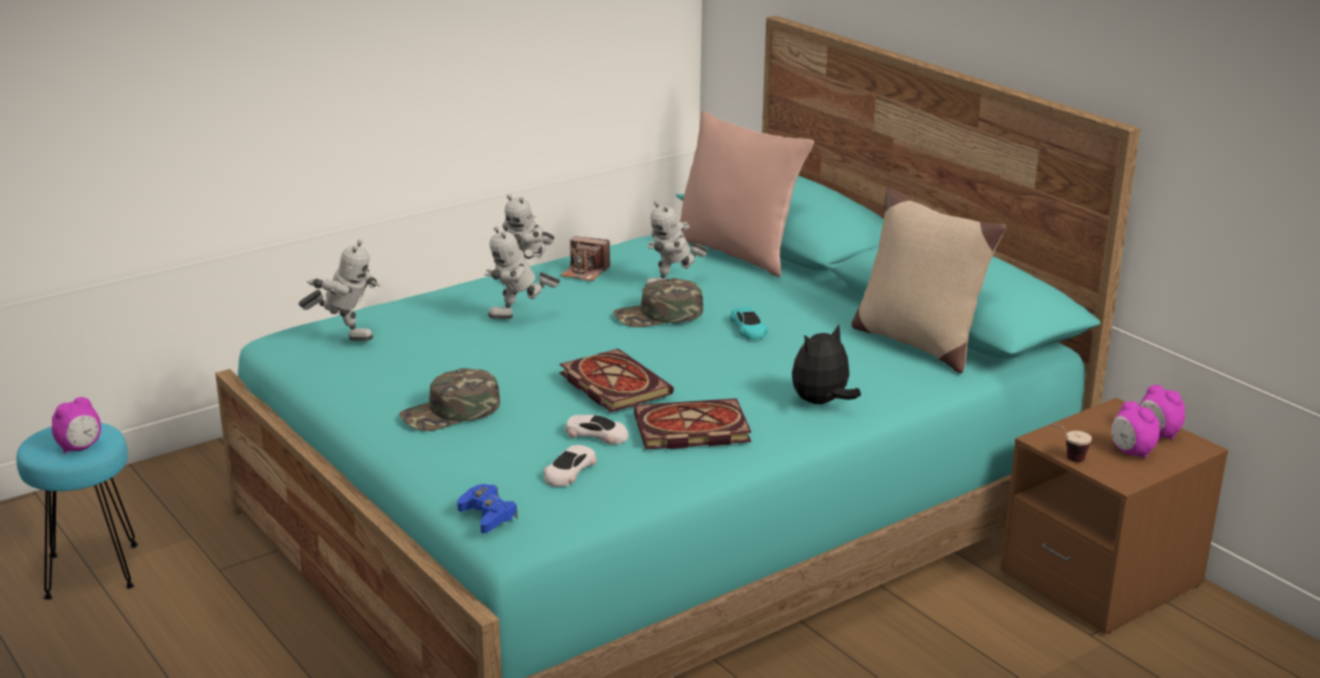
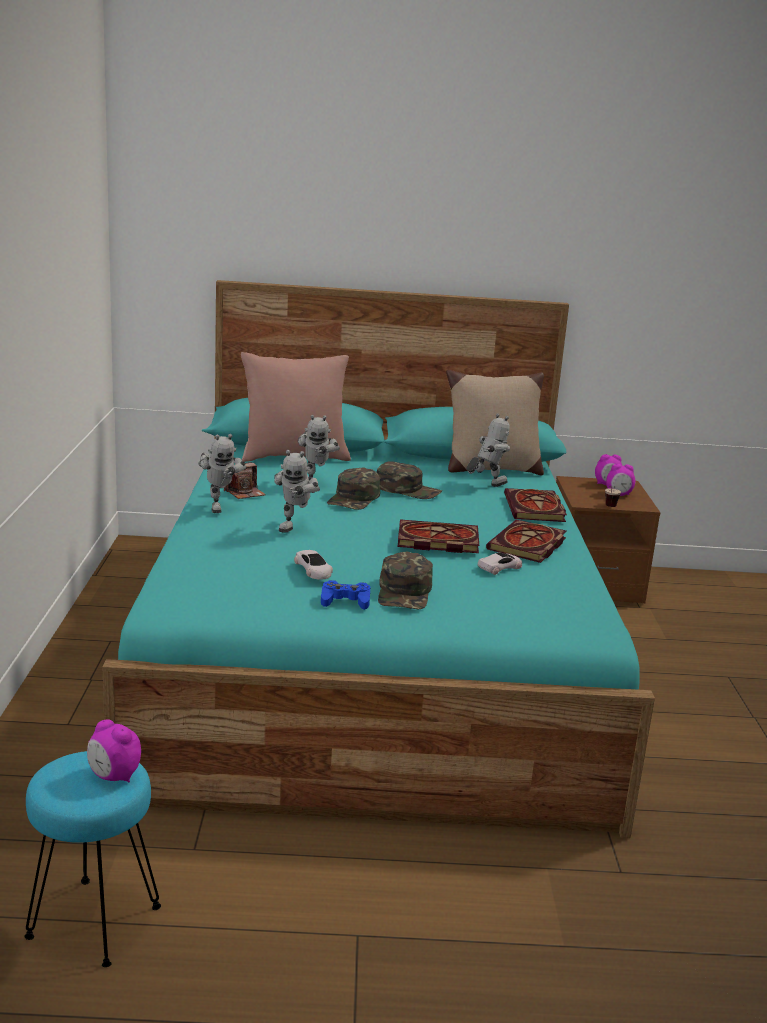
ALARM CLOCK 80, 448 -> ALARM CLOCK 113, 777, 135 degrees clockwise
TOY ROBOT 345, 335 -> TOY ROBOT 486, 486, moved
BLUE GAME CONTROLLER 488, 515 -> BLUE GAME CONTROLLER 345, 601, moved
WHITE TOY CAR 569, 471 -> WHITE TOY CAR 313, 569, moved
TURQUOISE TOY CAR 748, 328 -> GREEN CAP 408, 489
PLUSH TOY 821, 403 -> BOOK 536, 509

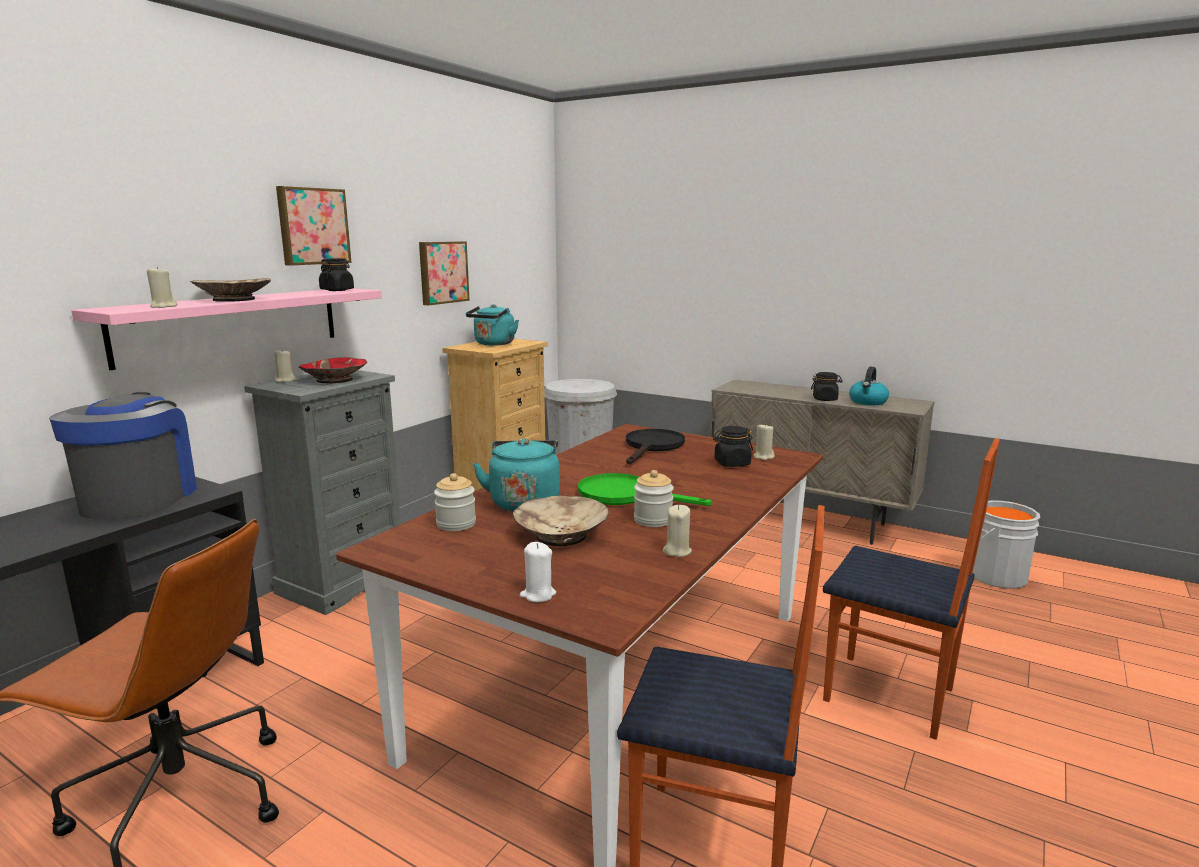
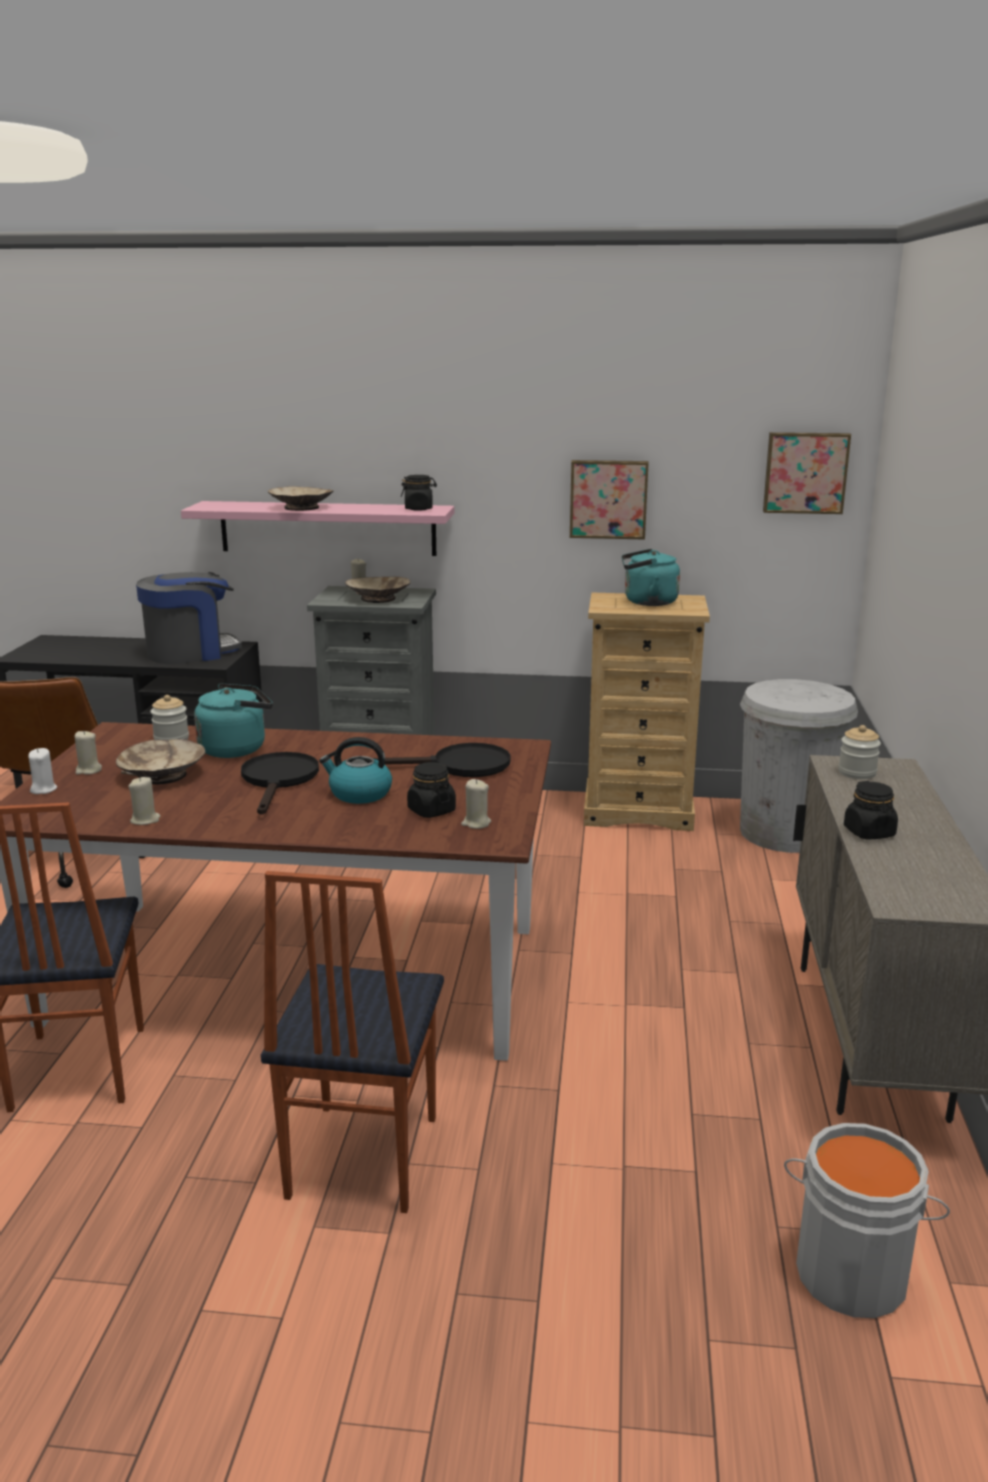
BEIGE CANDLE 163, 306 -> BEIGE CANDLE 88, 770, moved
PICTURE 312, 226 -> PICTURE 805, 472, moved
RED BOWL 335, 379 -> BEIGE BOWL 378, 598
GREEN FRYING PAN 625, 496 -> BLACK FRYING PAN 279, 780
JAR 653, 520 -> JAR 857, 772, moved
KETTLE 868, 402 -> KETTLE 359, 794, moved

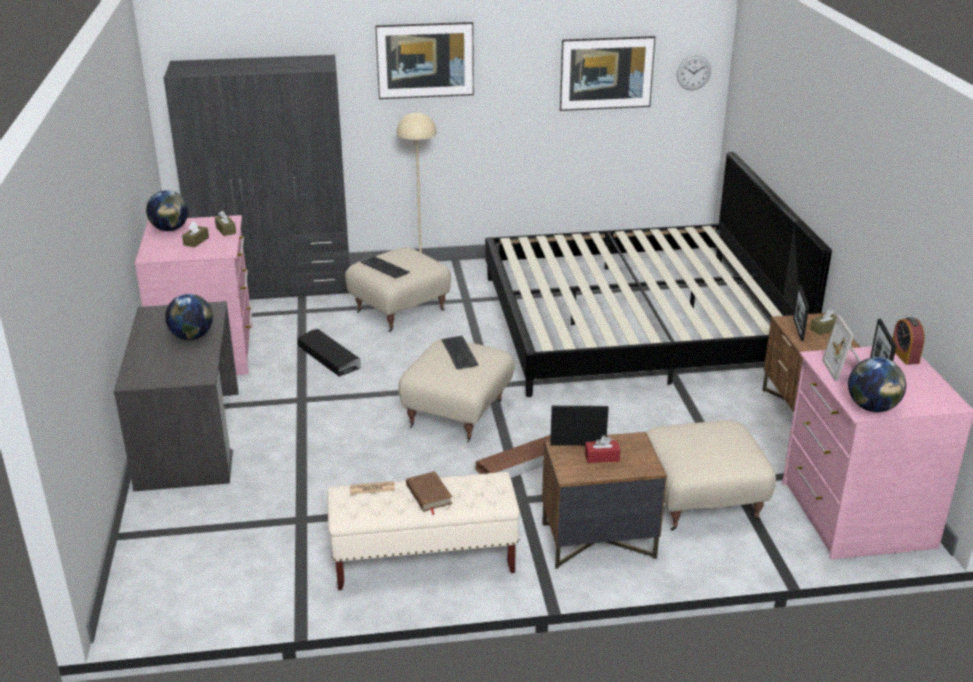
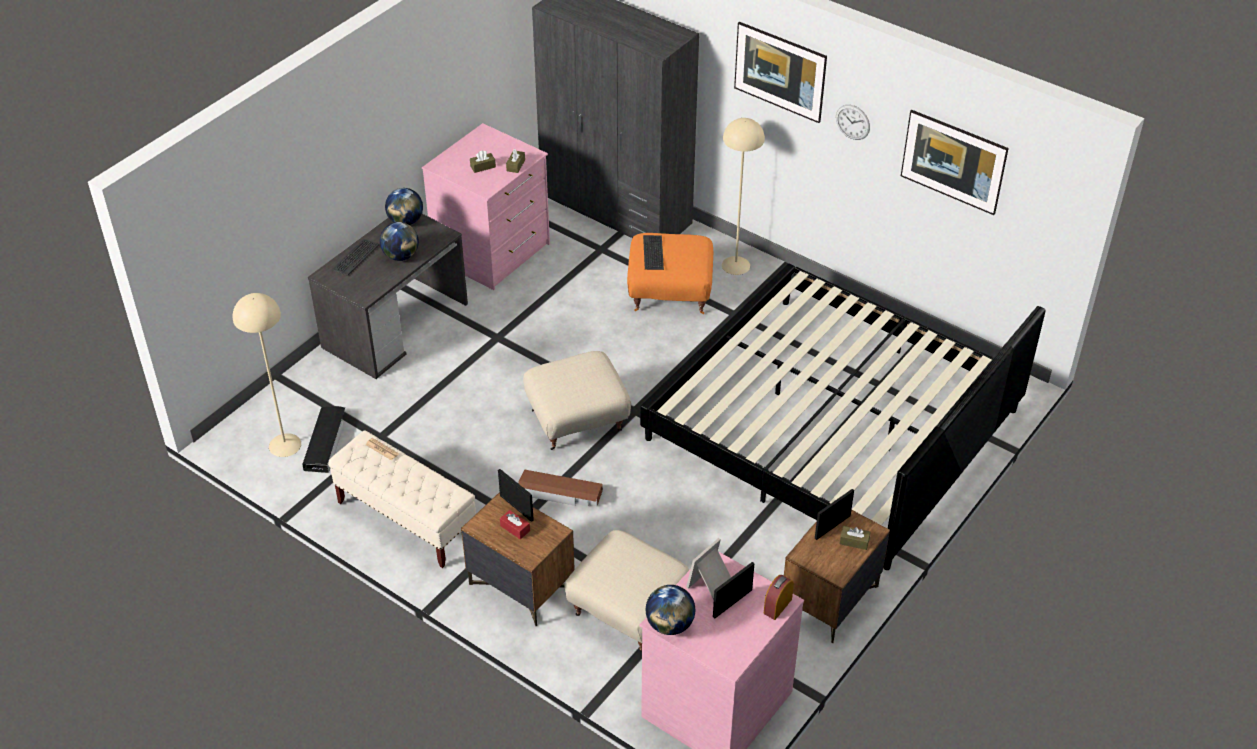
GLOBE 170, 229 -> GLOBE 405, 221, moved
BLACK STORAGE BOX 328, 357 -> BLACK STORAGE BOX 326, 442, moved
BEIGE OTTOMAN 400, 311 -> ORANGE OTTOMAN 670, 294
BROWN BOOK 428, 495 -> none
KEYBOARD 459, 353 -> KEYBOARD 355, 257, moved
WALL CLOCK 693, 73 -> WALL CLOCK 852, 122, moved
none -> BEIGE FLOOR LAMP 284, 445

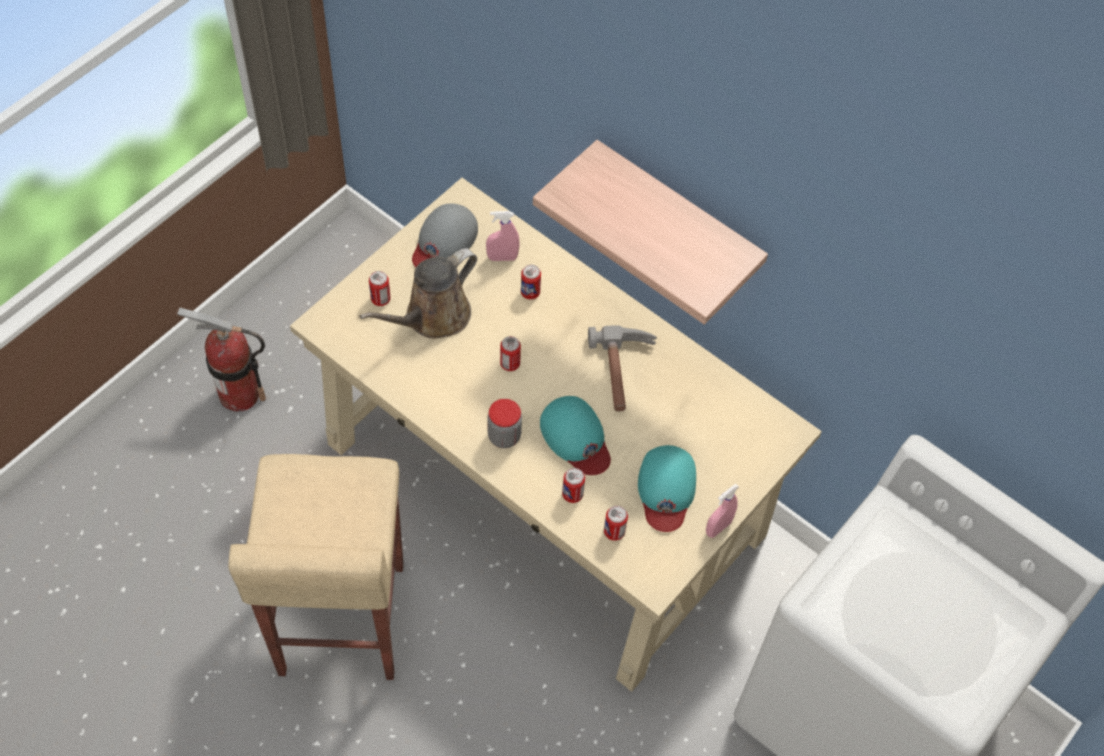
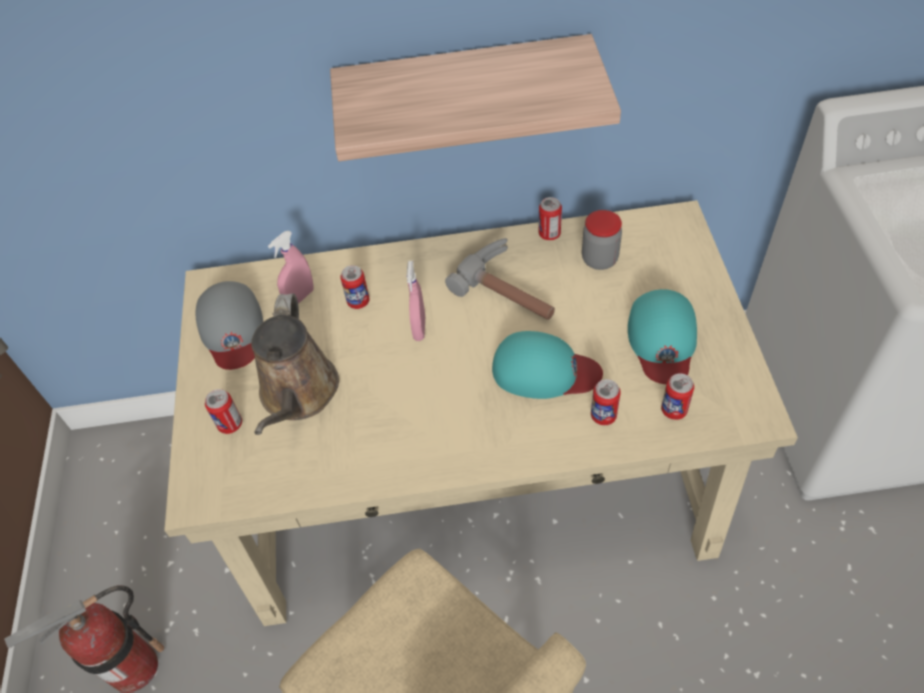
JAR 504, 436 -> JAR 599, 259, moved
CAN 510, 364 -> CAN 549, 234, moved
TURQUOISE CAP 666, 489 -> TURQUOISE CAP 662, 340, 45 degrees clockwise
PINK SPRAY BOTTLE 718, 527 -> PINK SPRAY BOTTLE 419, 328, moved

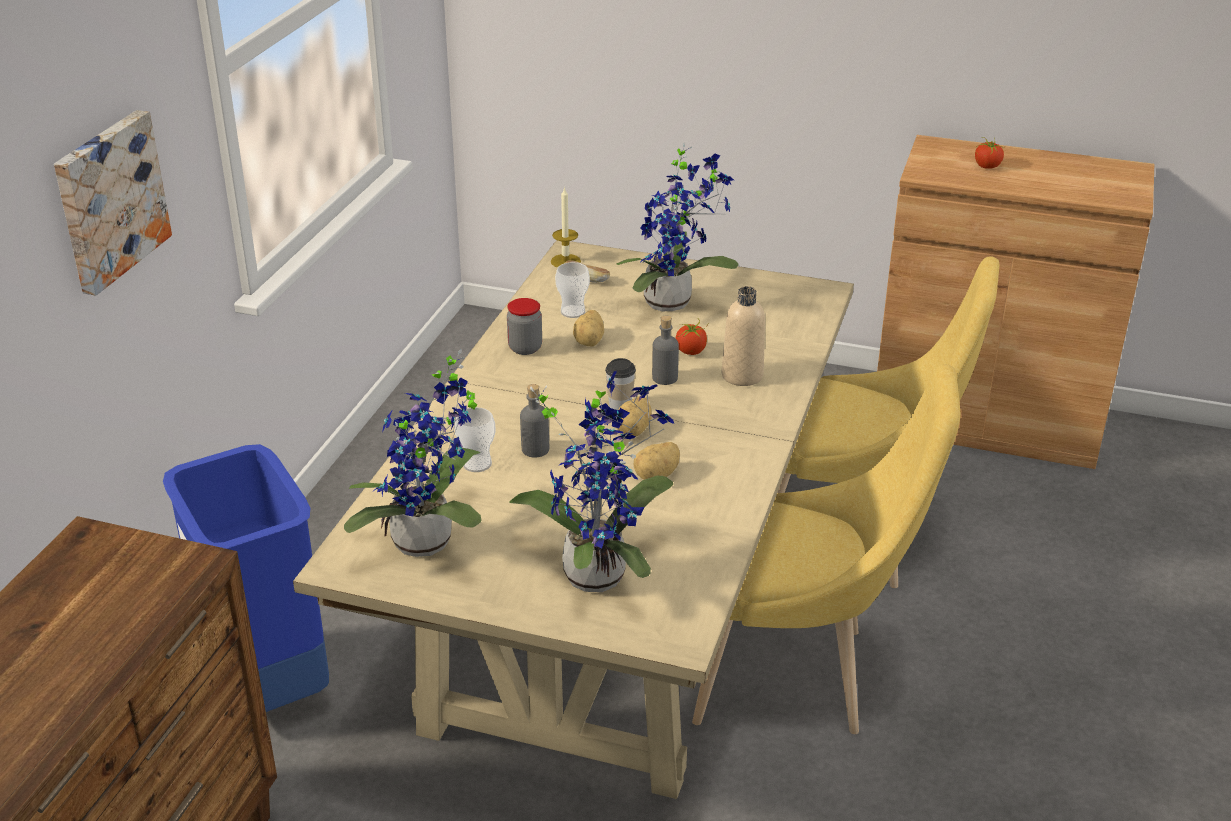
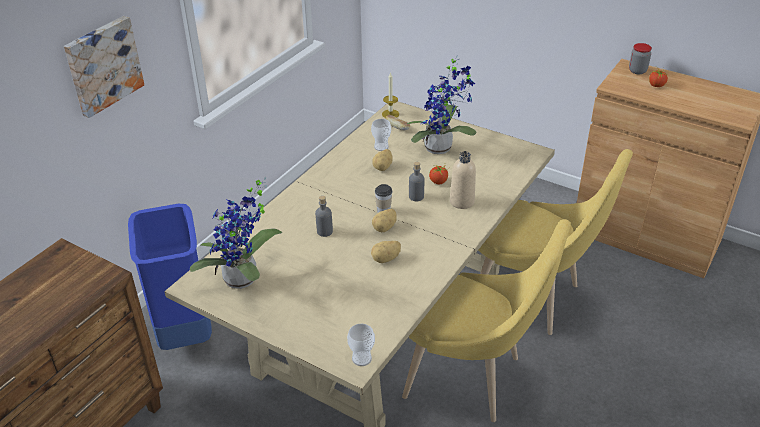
CUP 477, 464 -> CUP 361, 358, moved
JAR 525, 348 -> JAR 637, 71, moved
POTTED PLANT 598, 570 -> none

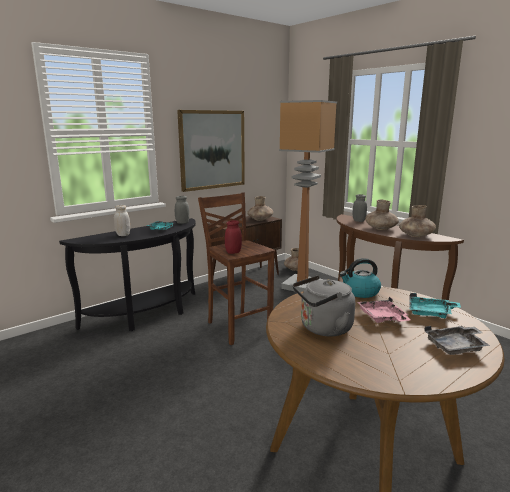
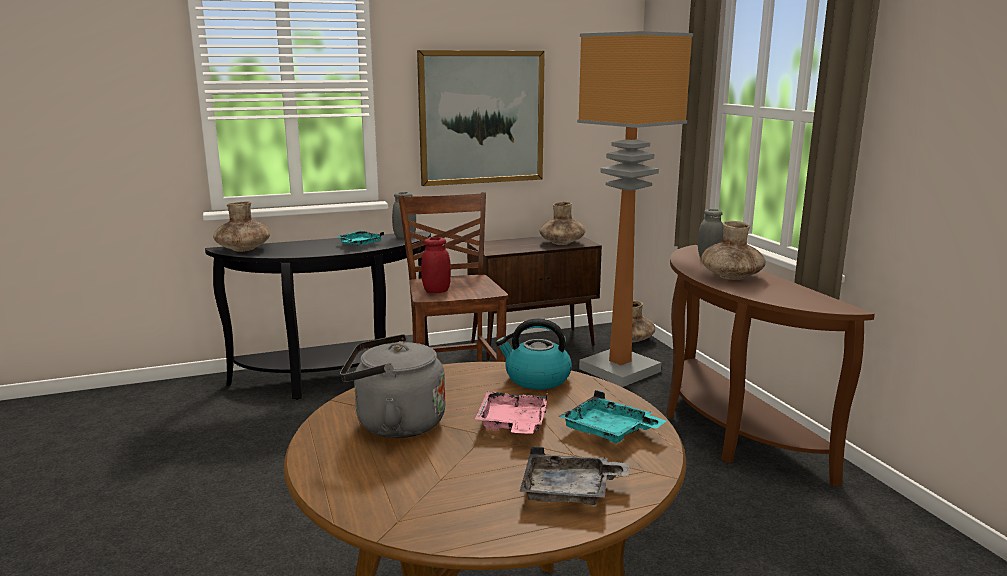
WHITE JAR 123, 235 -> none
BROWN VASE 416, 236 -> BROWN VASE 243, 249, moved

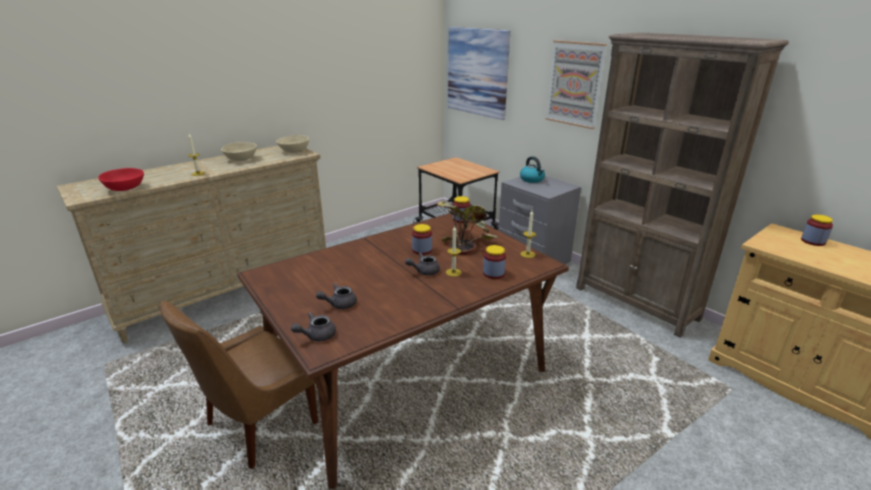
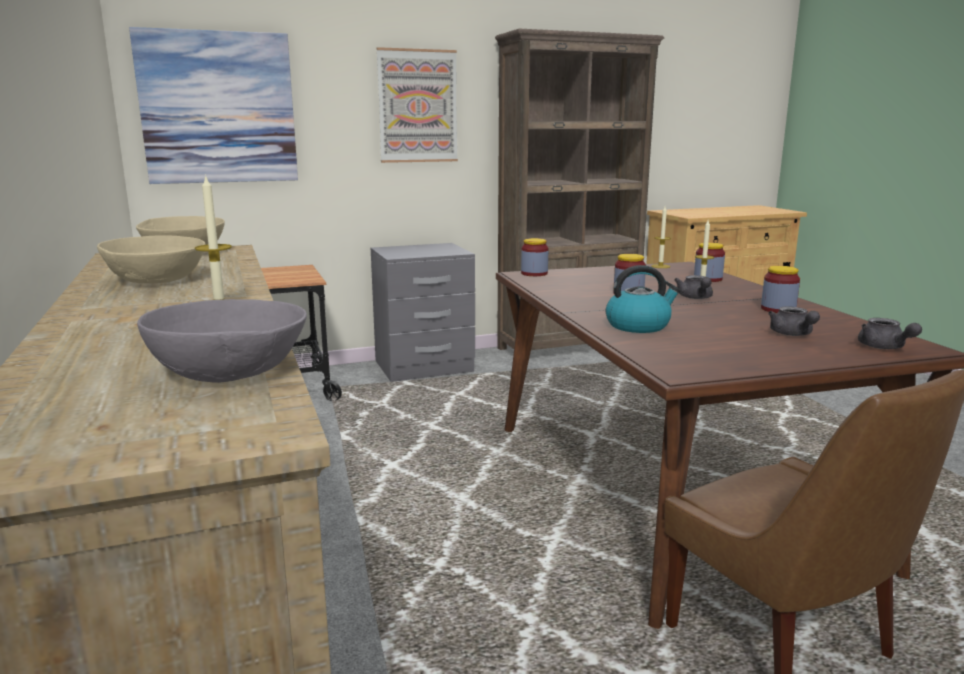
RED BOWL 125, 188 -> GREY BOWL 230, 372
POTTED PLANT 464, 241 -> none
KETTLE 532, 179 -> KETTLE 638, 326, moved
JAR 813, 241 -> JAR 778, 309, moved

